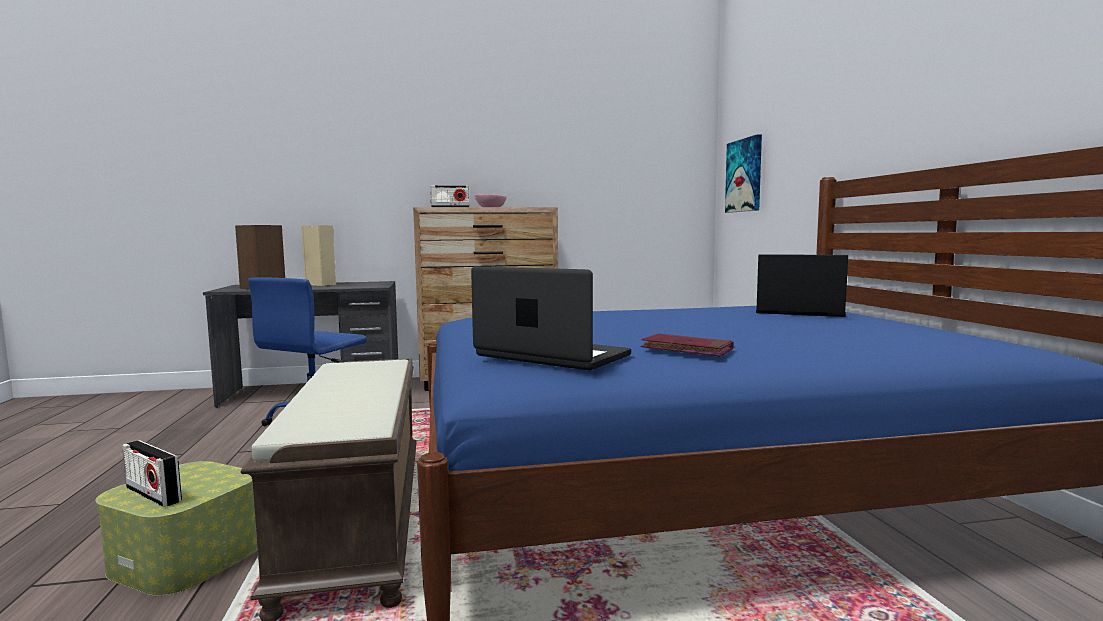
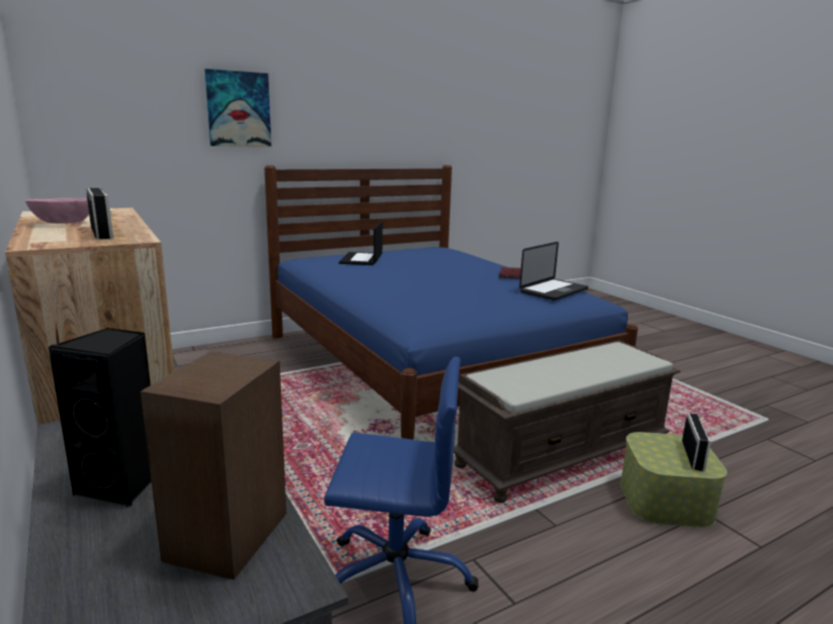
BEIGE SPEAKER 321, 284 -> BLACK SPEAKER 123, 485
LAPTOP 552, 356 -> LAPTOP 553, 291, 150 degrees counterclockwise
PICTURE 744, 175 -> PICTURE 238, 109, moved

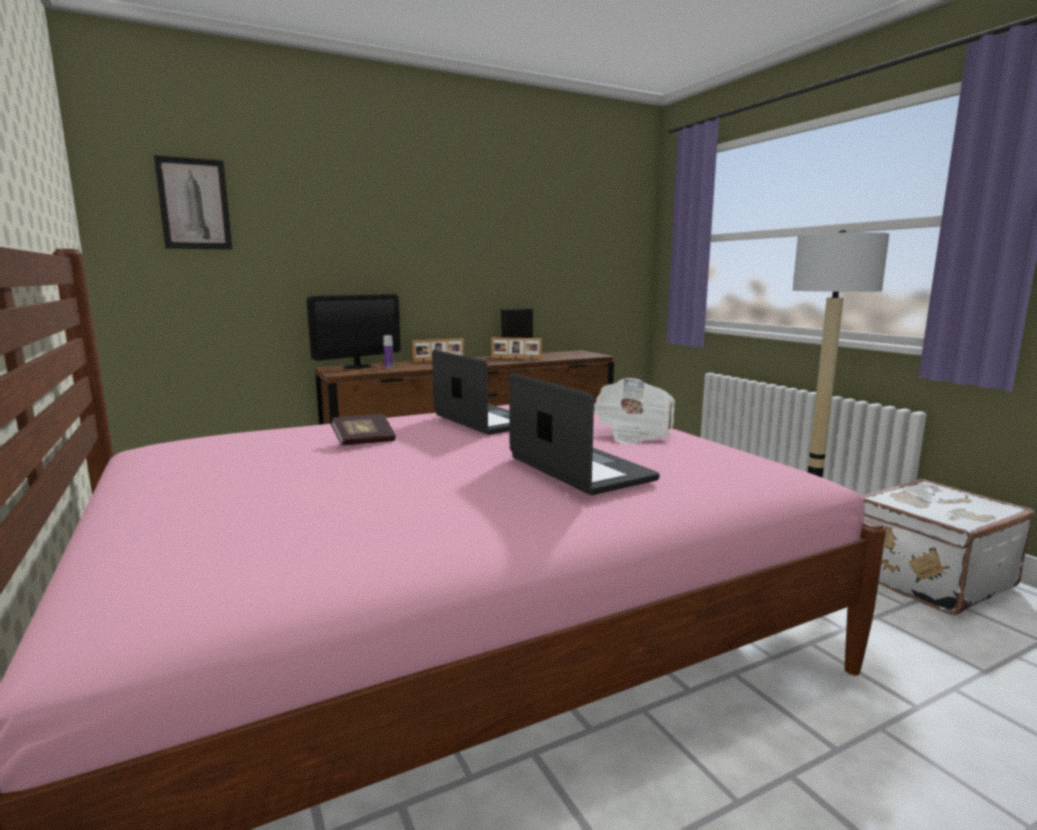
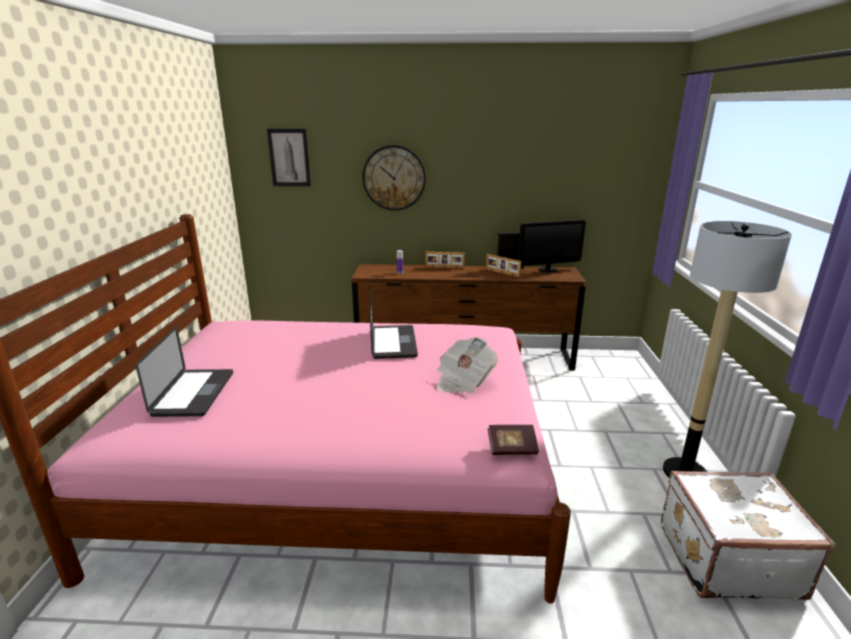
MONITOR 357, 366 -> MONITOR 547, 270, moved
BOOK 364, 442 -> BOOK 512, 448, moved
LAPTOP 580, 469 -> LAPTOP 194, 393, moved
none -> WALL CLOCK 394, 178

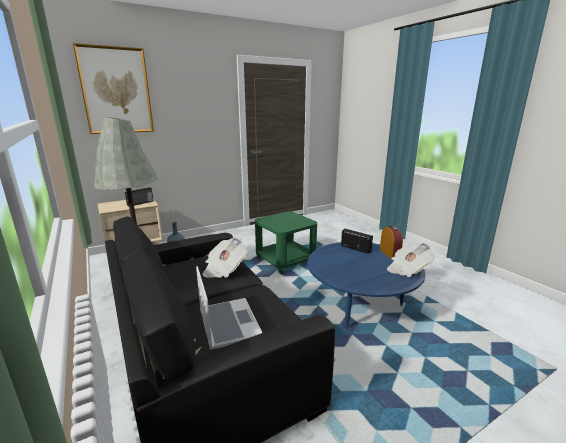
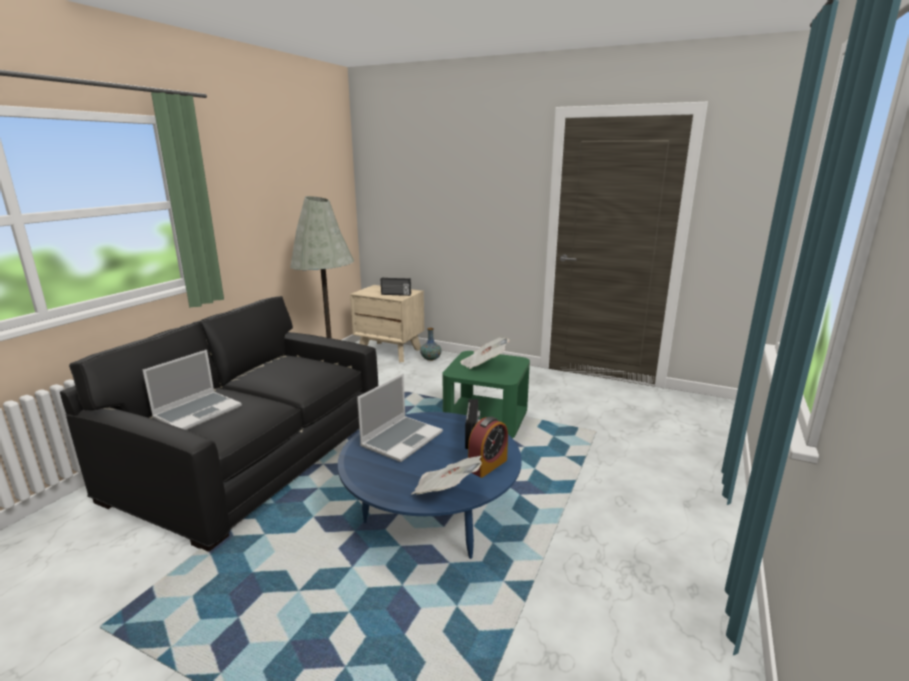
PICTURE 116, 91 -> none
NEWSPAPER 224, 269 -> NEWSPAPER 483, 364, moved
none -> LAPTOP 401, 439

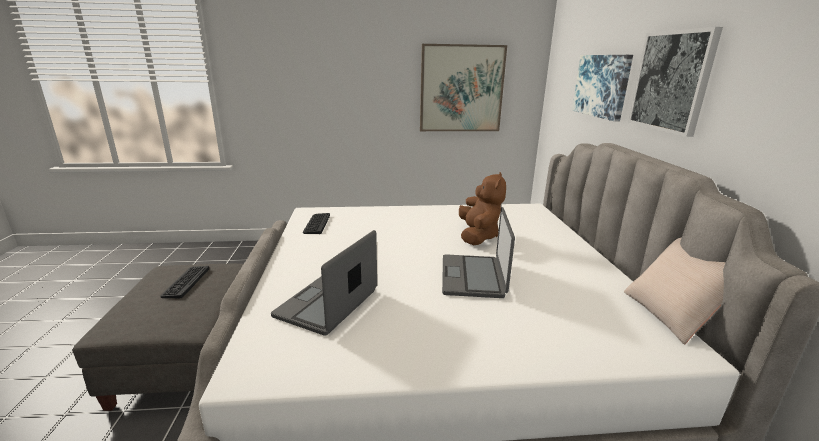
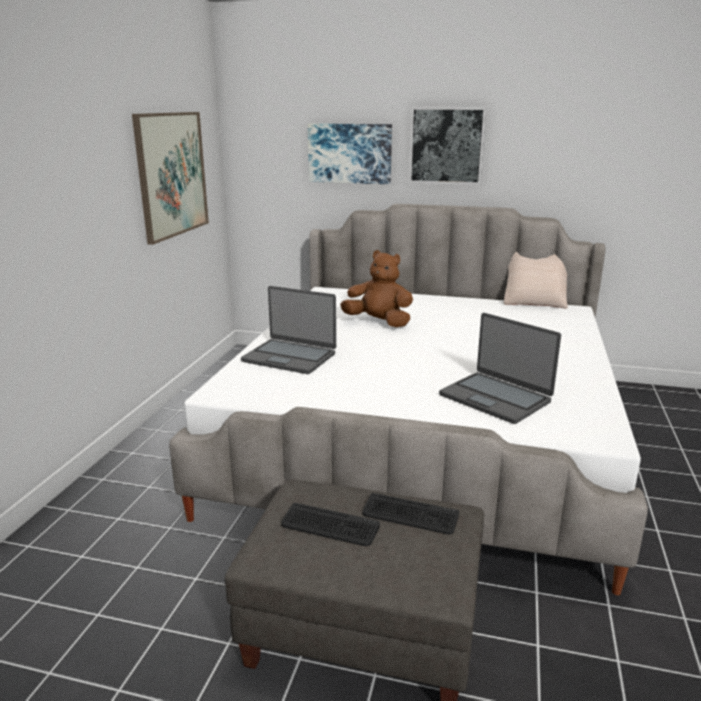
KEYBOARD 316, 224 -> KEYBOARD 410, 515, moved
LAPTOP 473, 277 -> LAPTOP 289, 357, moved

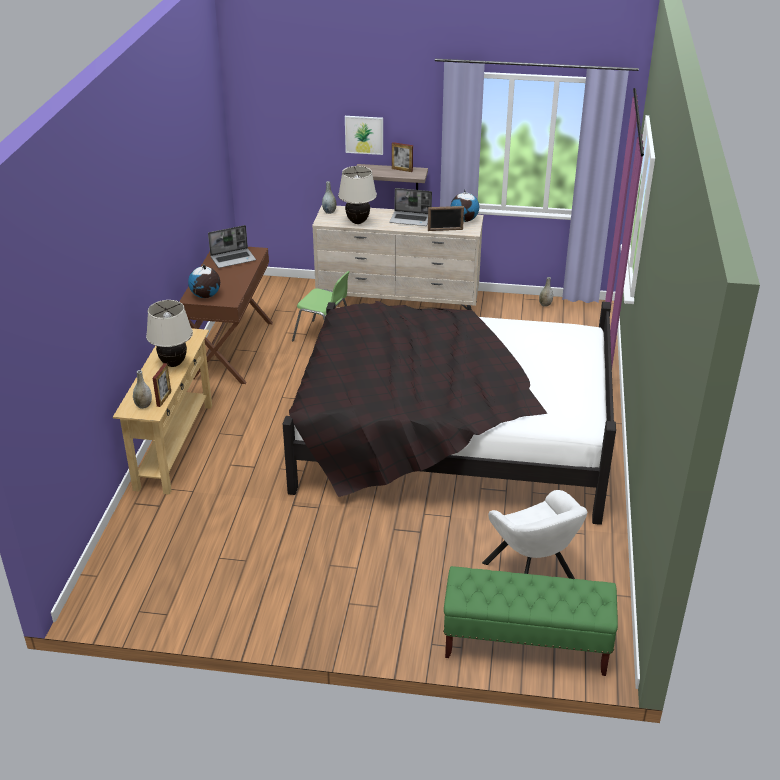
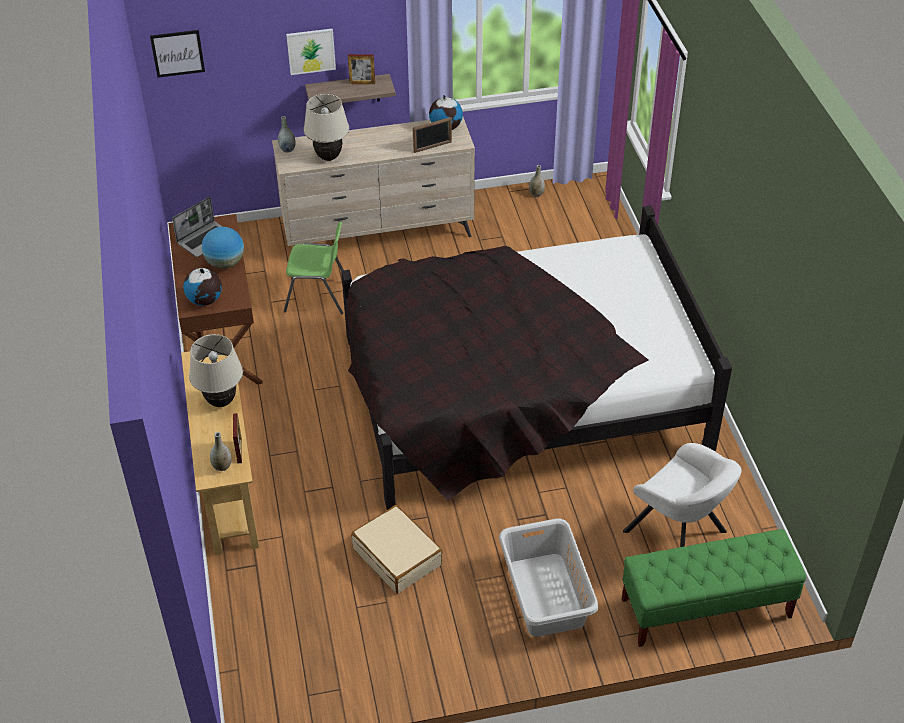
LAPTOP 411, 219 -> none
none -> PICTURE 177, 53
none -> GLOBE 225, 263
none -> BEIGE SUITCASE 397, 556
none -> GREY LAUNDRY BASKET 545, 595

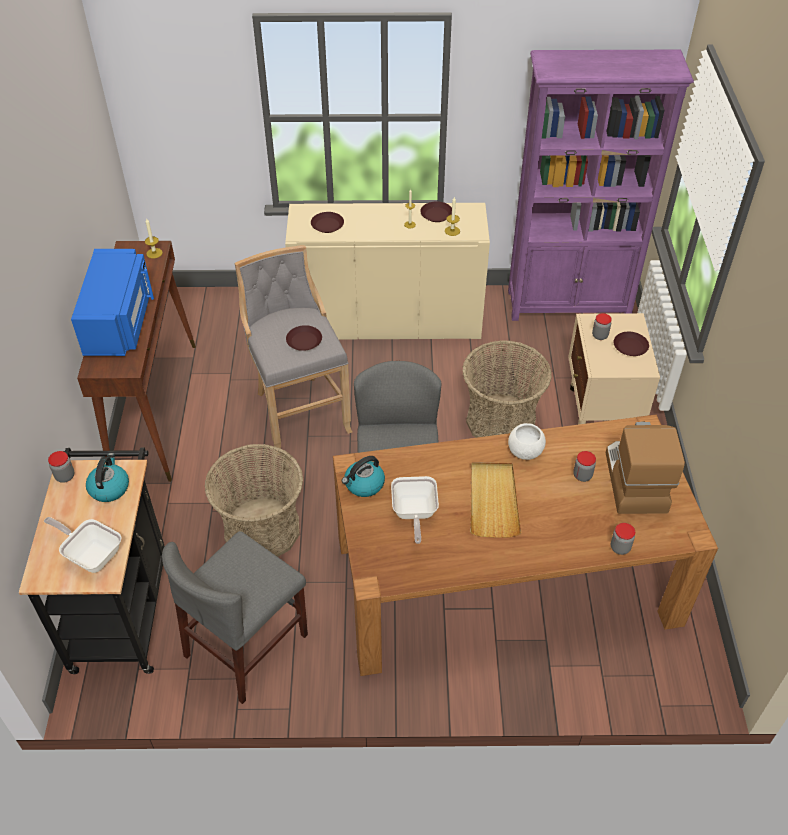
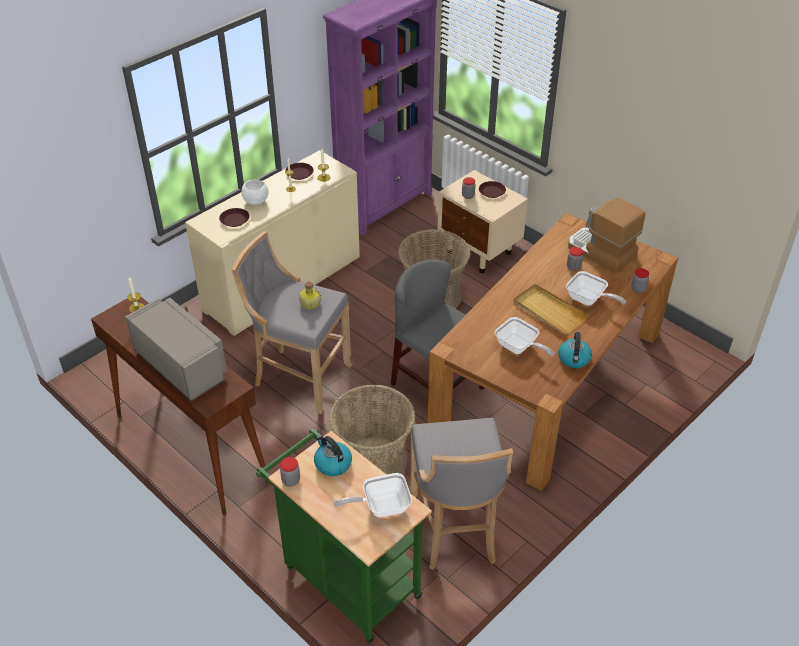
BLACK CART 123, 606 -> GREEN CART 346, 577
BLUE MICROWAVE 120, 322 -> GREY MICROWAVE 182, 365
GREY CHAIR 246, 645 -> GREY STOOL 456, 531
BROWN PLATE 304, 341 -> BOTTLE 309, 303
KETTLE 364, 484 -> KETTLE 574, 359, moved
WHITE BOWL 525, 451 -> WHITE BOWL 256, 201, moved
none -> FRYING PAN 588, 300

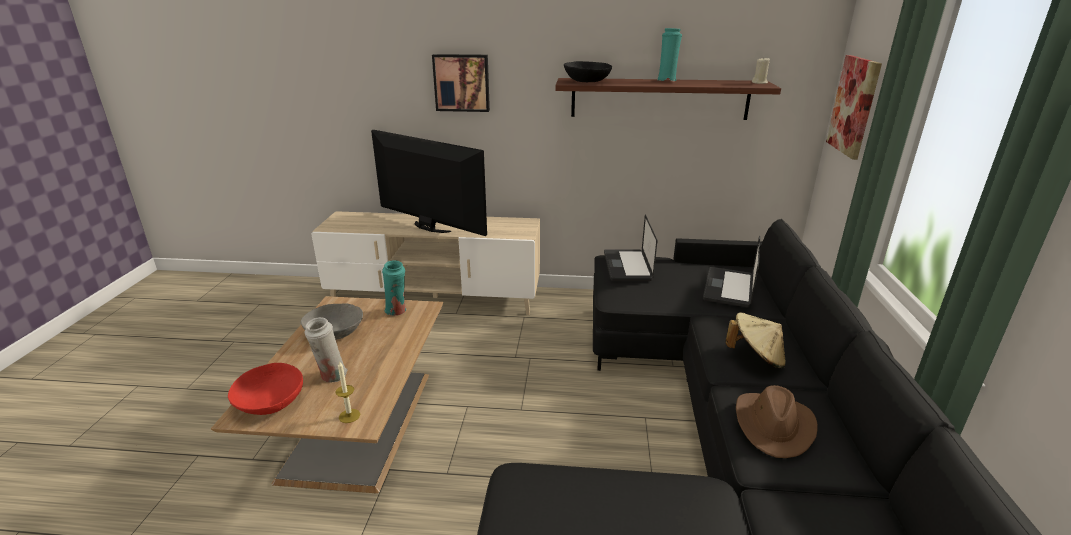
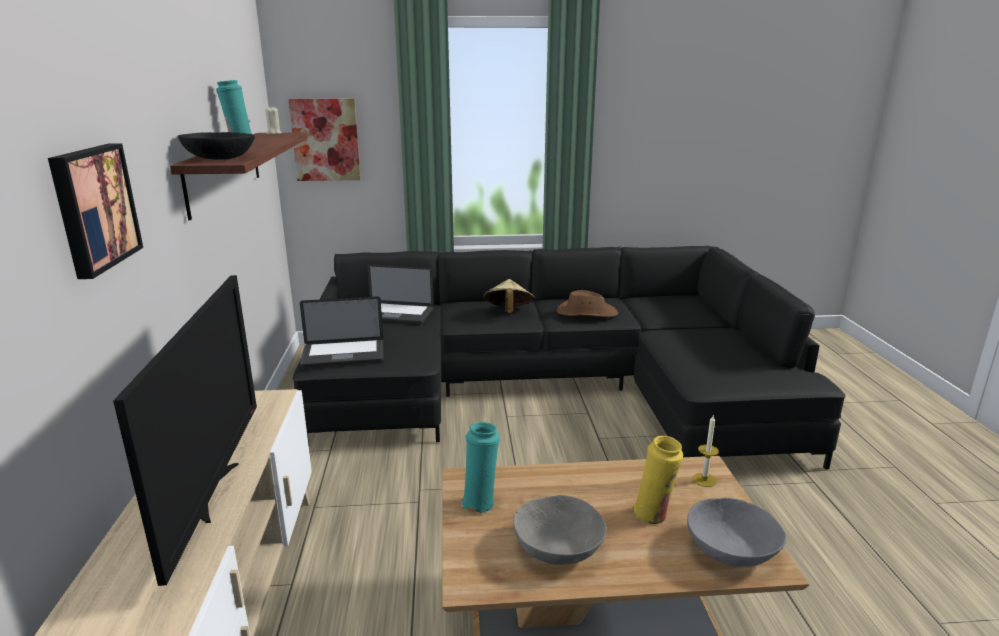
RED BOWL 270, 402 -> GREY BOWL 731, 549
WHITE VASE 331, 376 -> YELLOW VASE 653, 515
TELEVISION 429, 228 -> TELEVISION 214, 491, 150 degrees clockwise

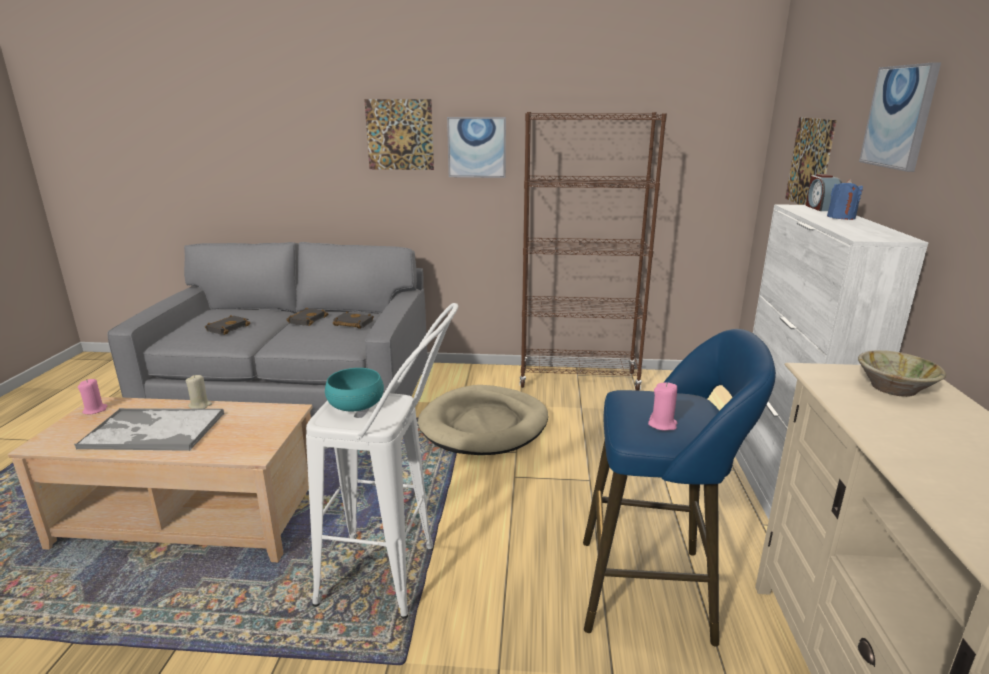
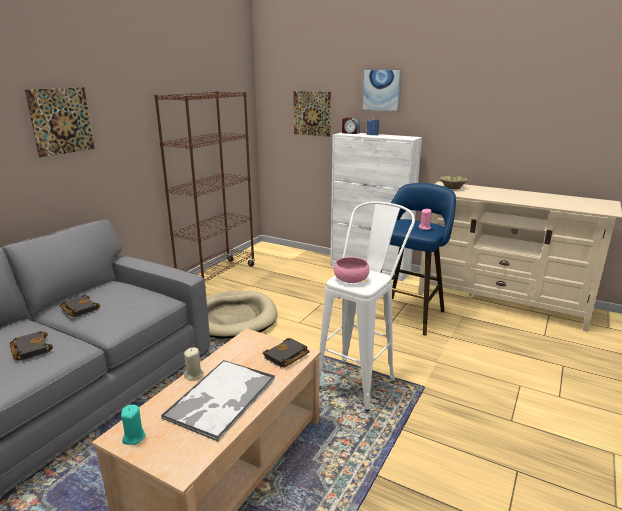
PINK CANDLE 95, 410 -> TURQUOISE CANDLE 134, 437
TURQUOISE BOWL 355, 404 -> PINK BOWL 351, 279
BLACK BOOK 352, 324 -> BLACK BOOK 286, 357, moved
PICTURE 477, 147 -> none

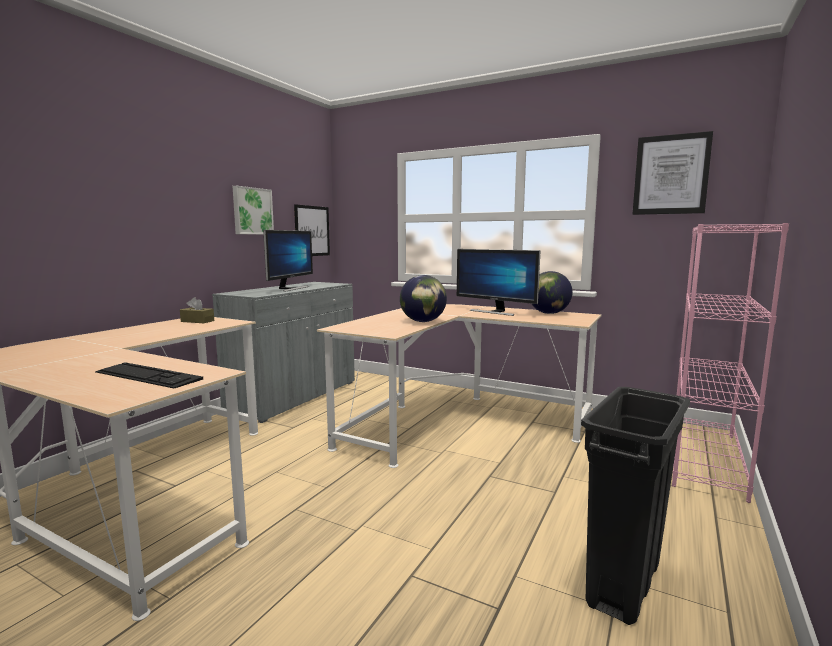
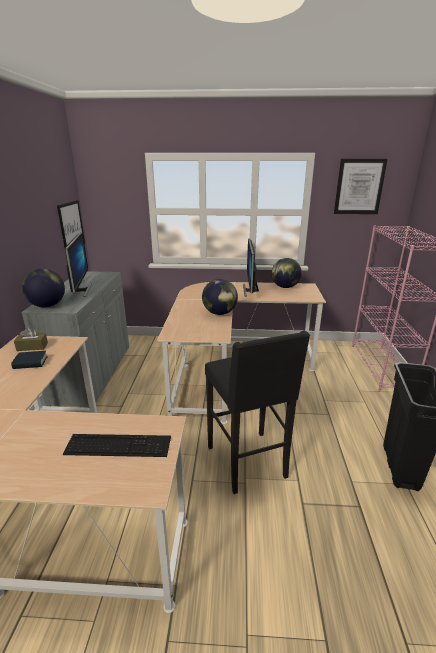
PICTURE 252, 211 -> none
MONITOR 495, 312 -> MONITOR 250, 290, 75 degrees clockwise
none -> BOOK 30, 363
none -> GLOBE 47, 305
none -> BLACK STOOL 248, 463

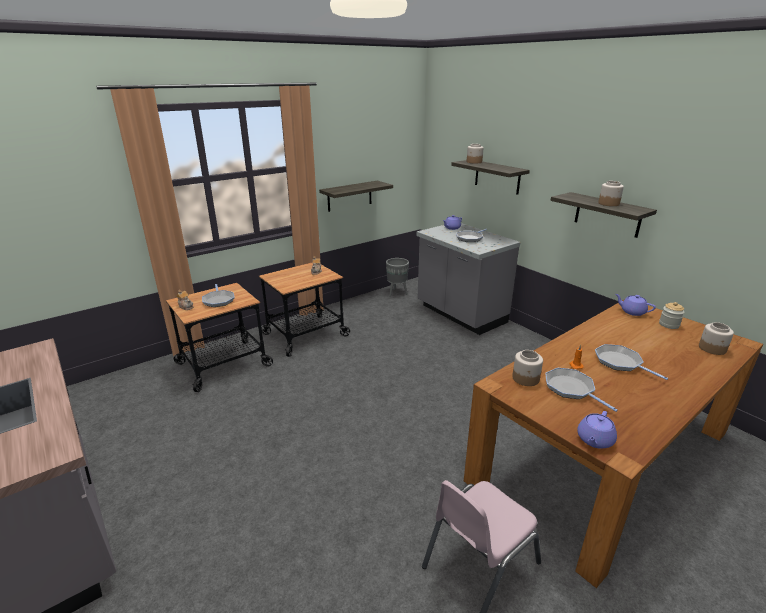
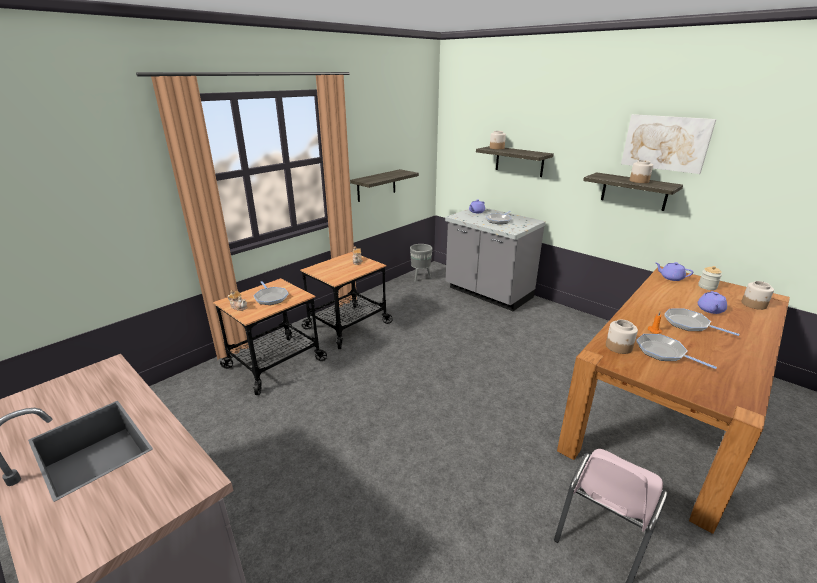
PURPLE TEAPOT 594, 440 -> PURPLE TEAPOT 710, 310, moved
none -> PICTURE 666, 143

